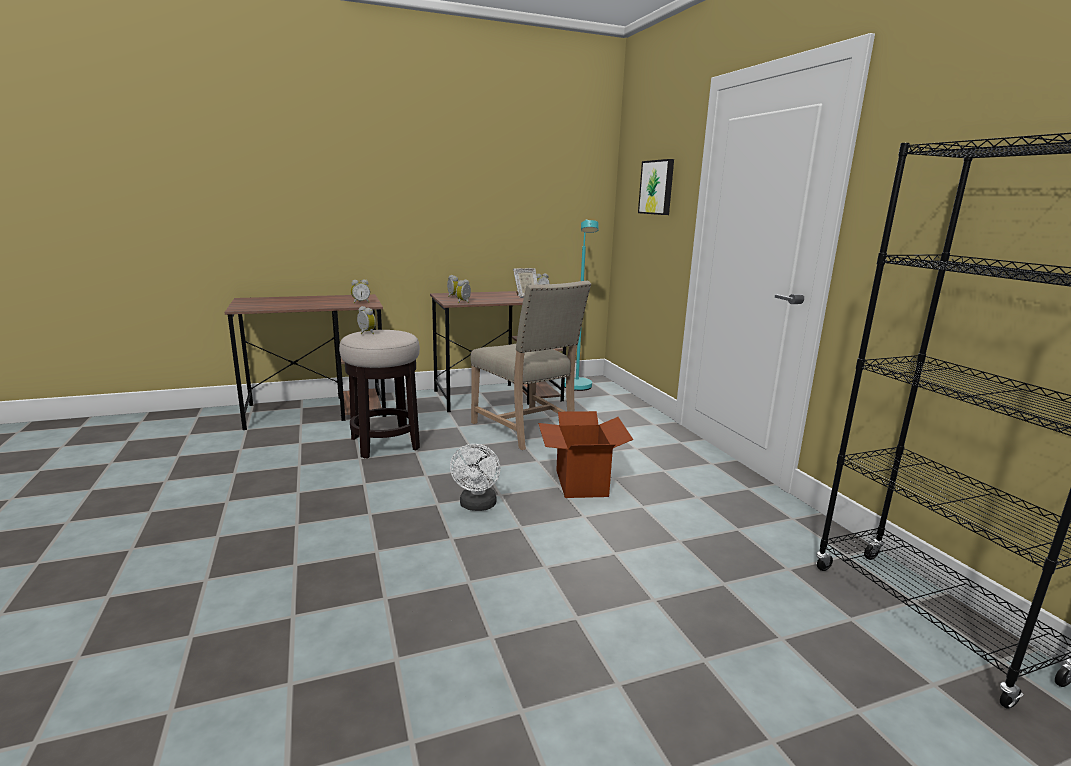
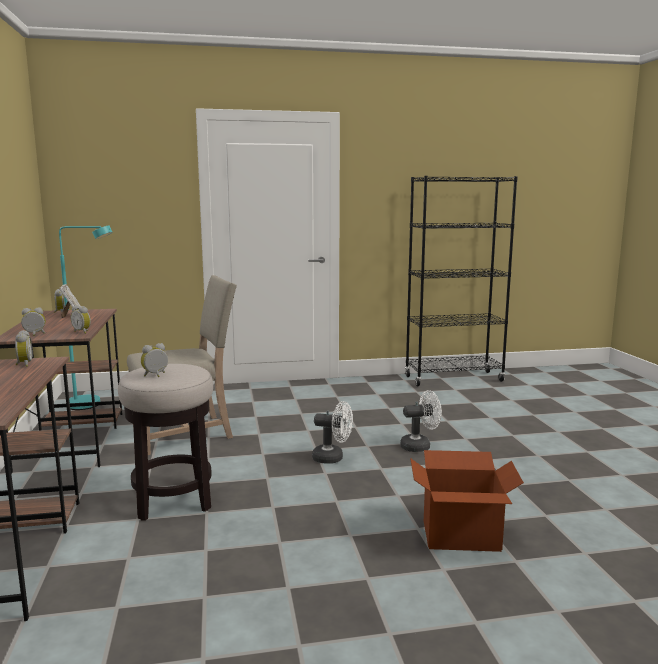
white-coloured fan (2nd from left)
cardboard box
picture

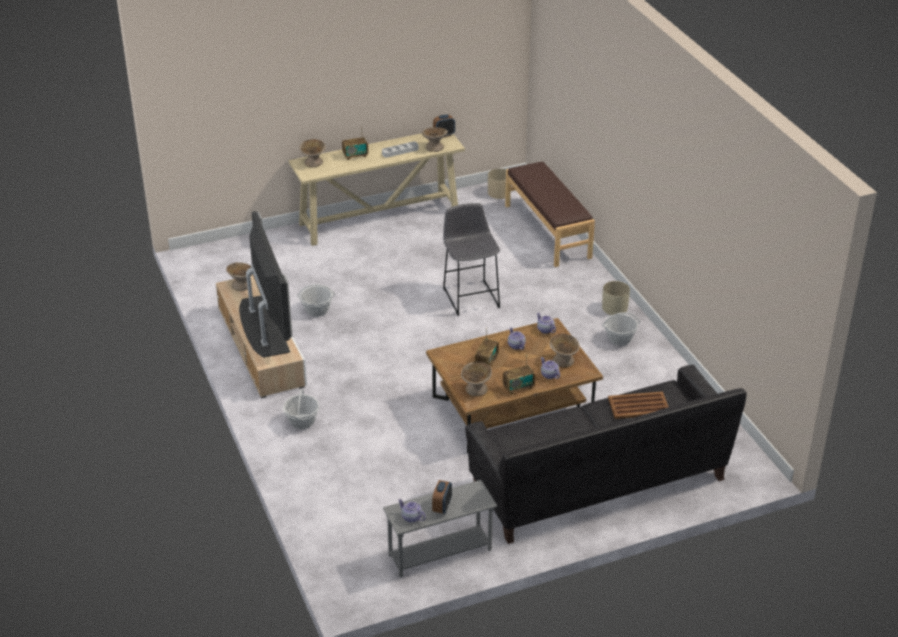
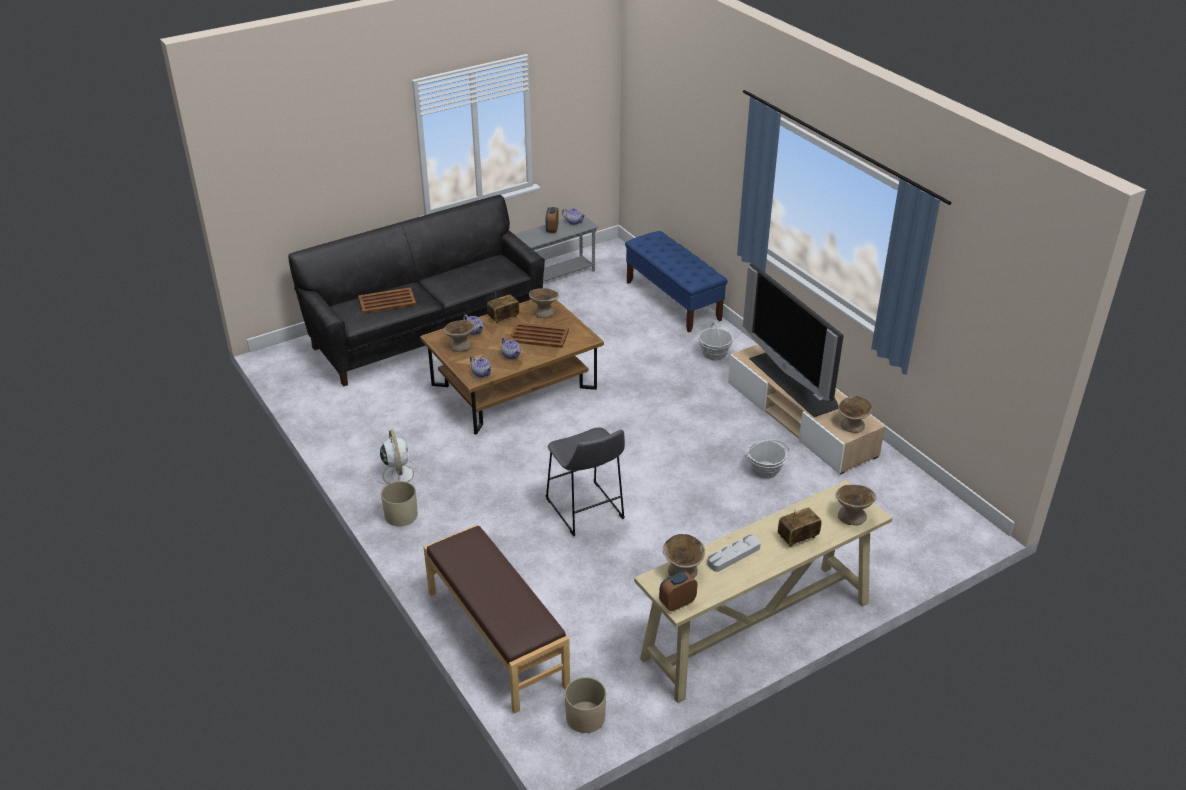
white-coloured fan
brown carrying tray (2nd from left)
blue long seat

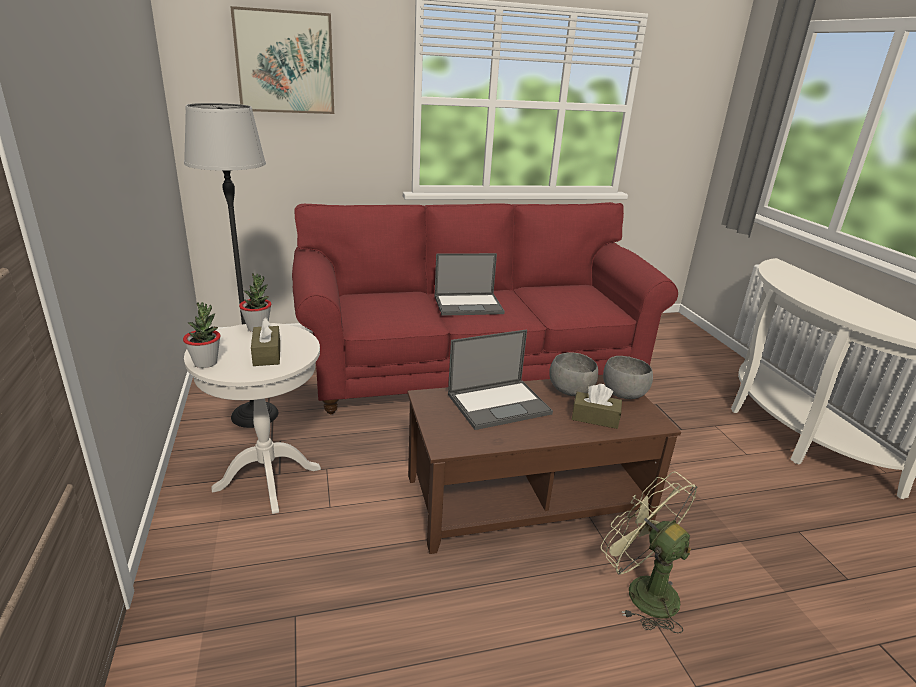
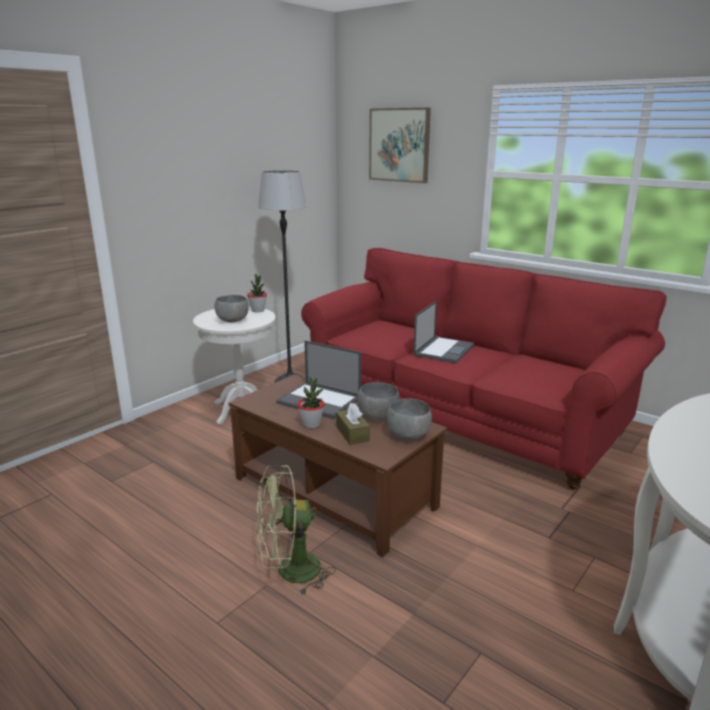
greyish serving bowl (1st from left)
greenish fan
houseplant (2nd from left)
notebook computer (2nd from left)

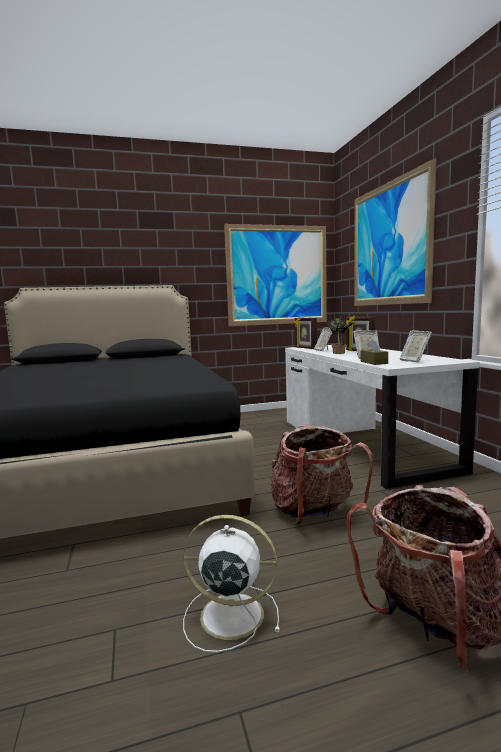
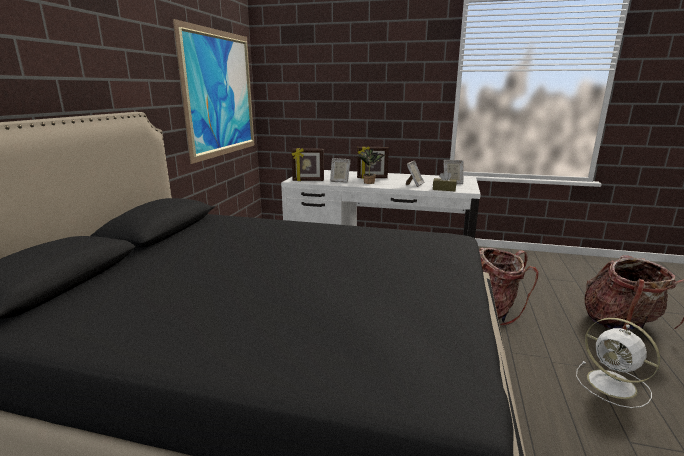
white-coloured fan
picture (2nd from left in the first image)

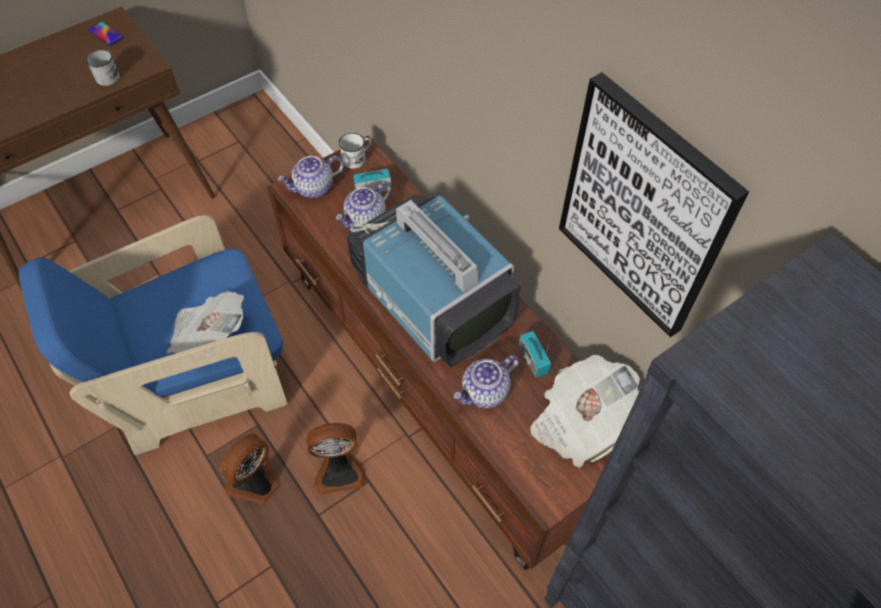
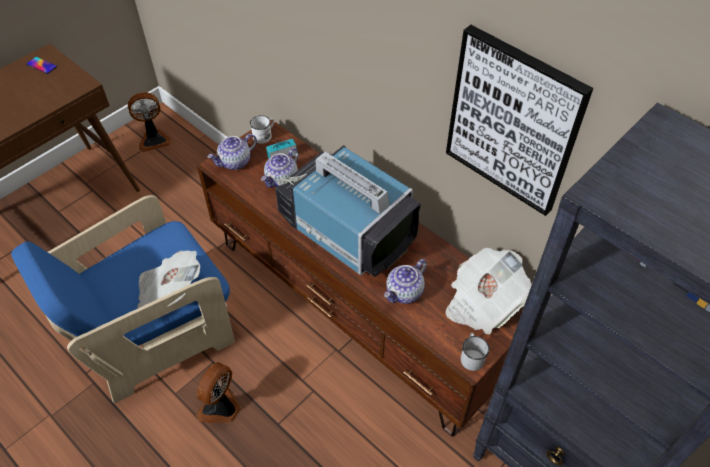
fan (1st from left)
white-coloured mug (2nd from left)
radio (2nd from left in the first image)

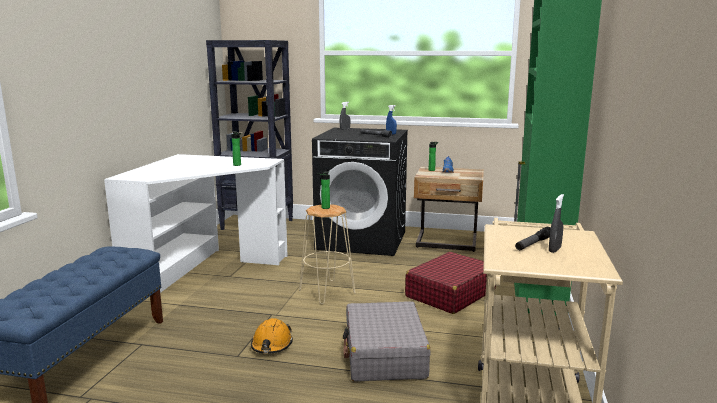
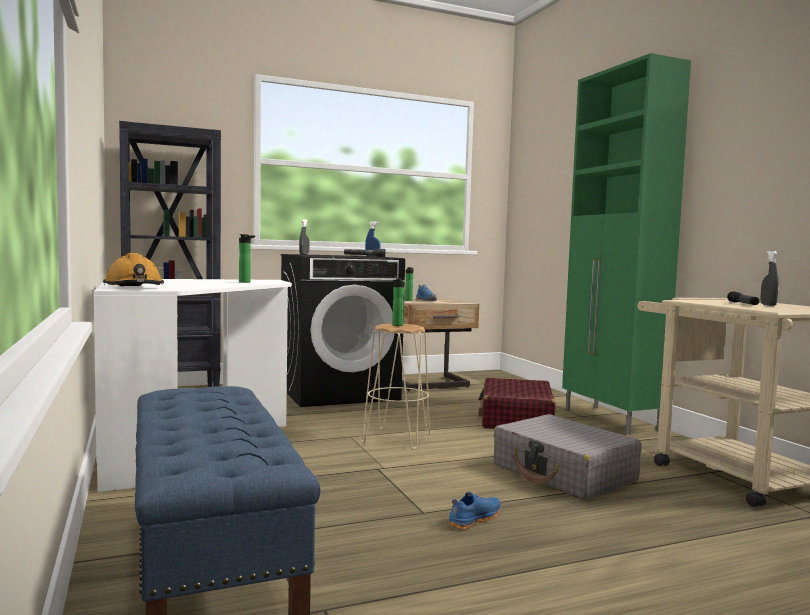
orangey work helmet
blue item of footwear (2nd from left)

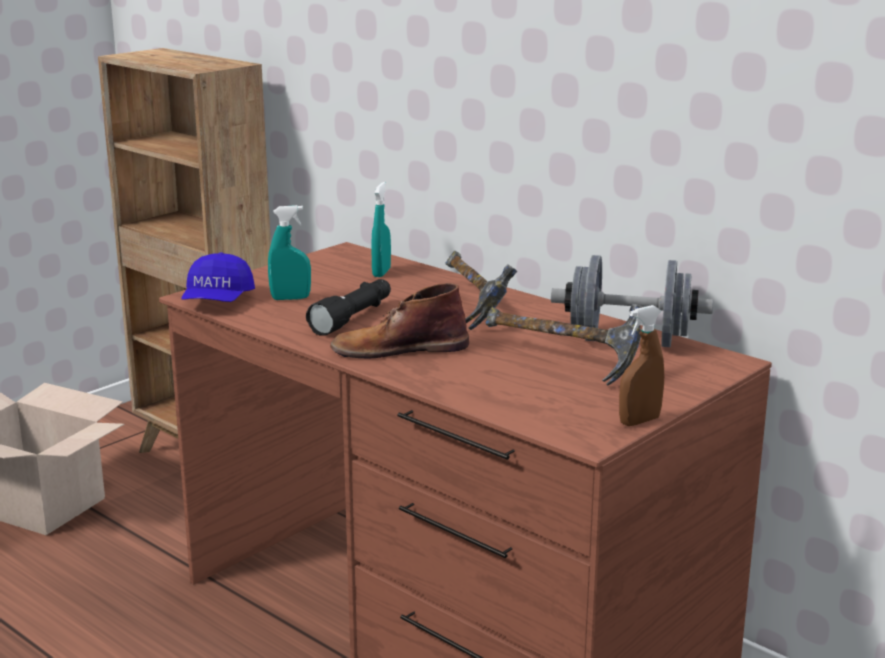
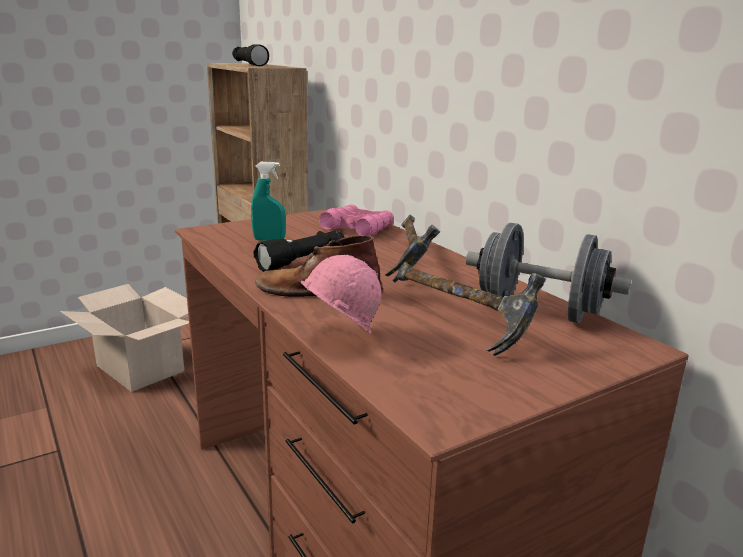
blackish hand torch (1st from left)
pink-coloured work helmet
pink-coloured binoculars
blue cap
brown spray bottle

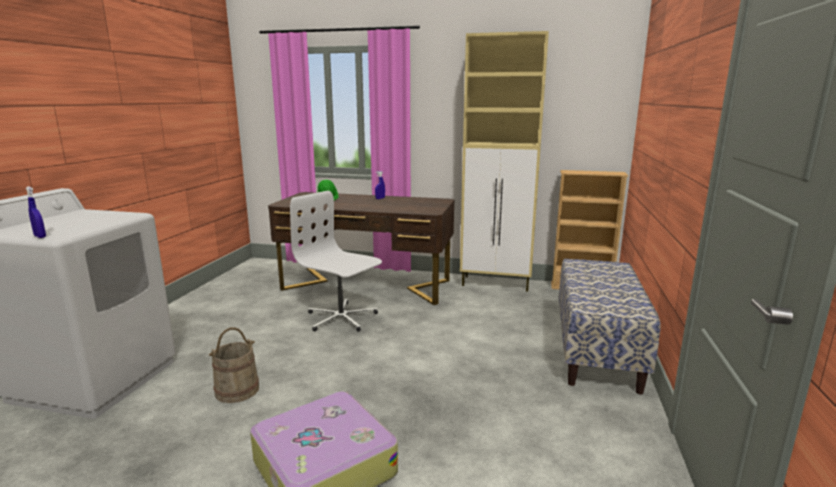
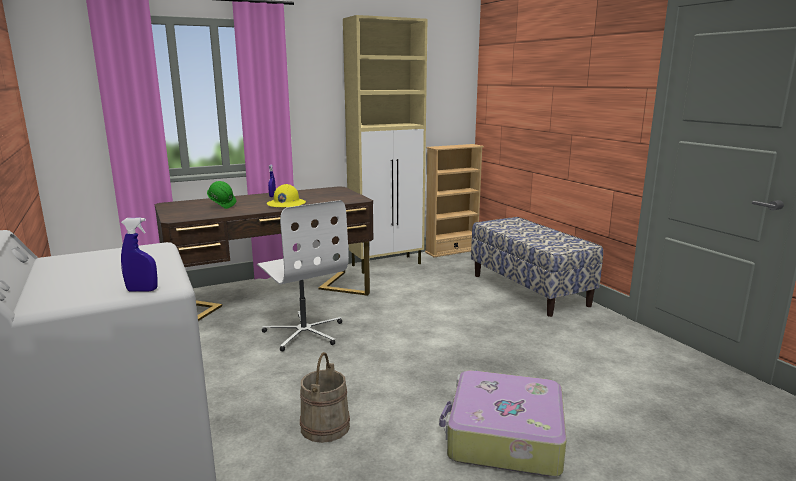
white-coloured office chair
yellow work helmet

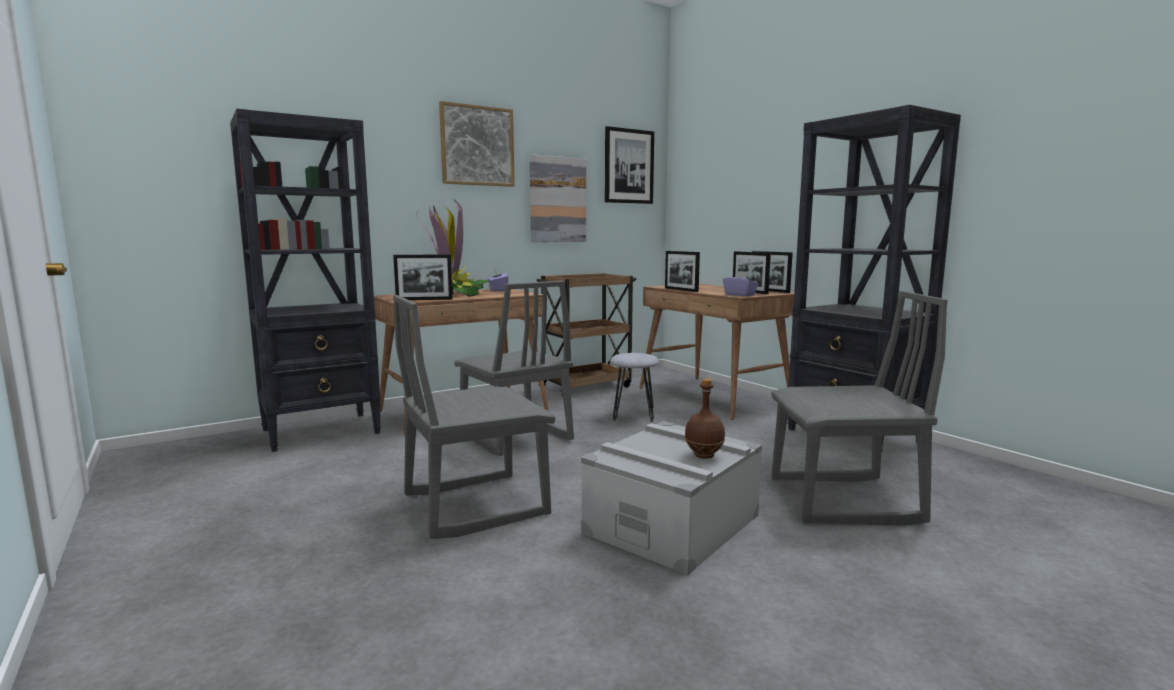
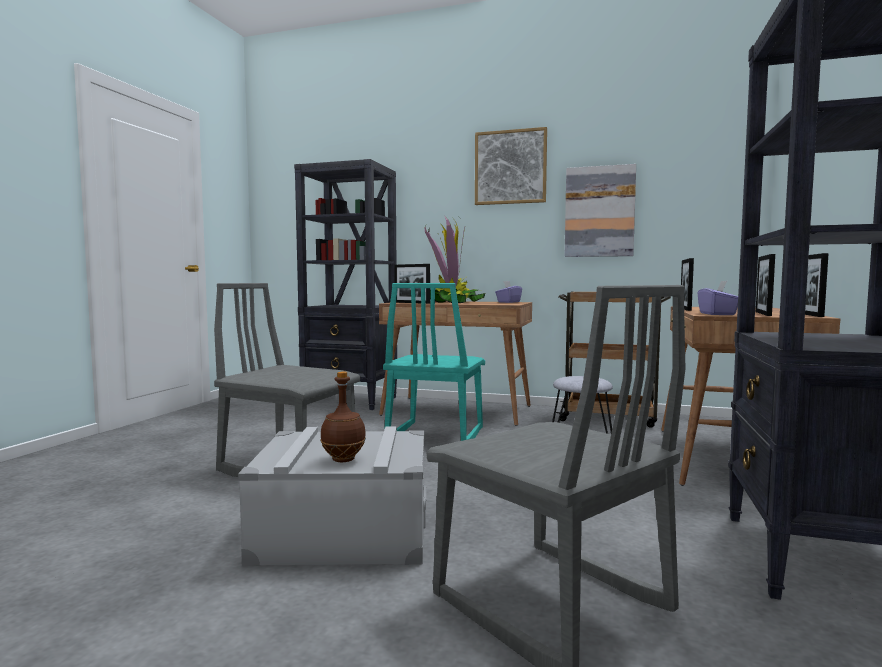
turquoise-coloured plain chair
picture (3rd from left in the first image)

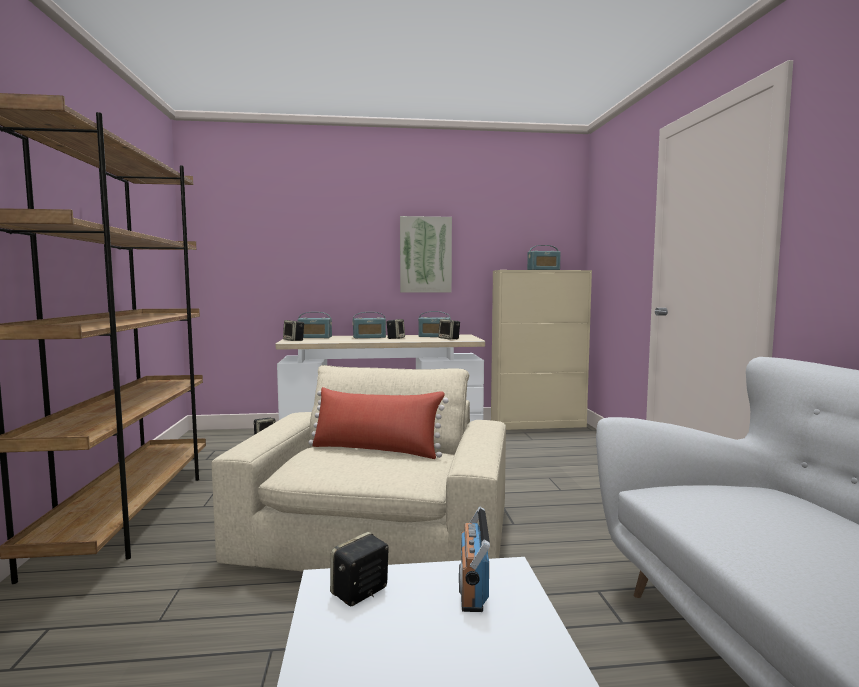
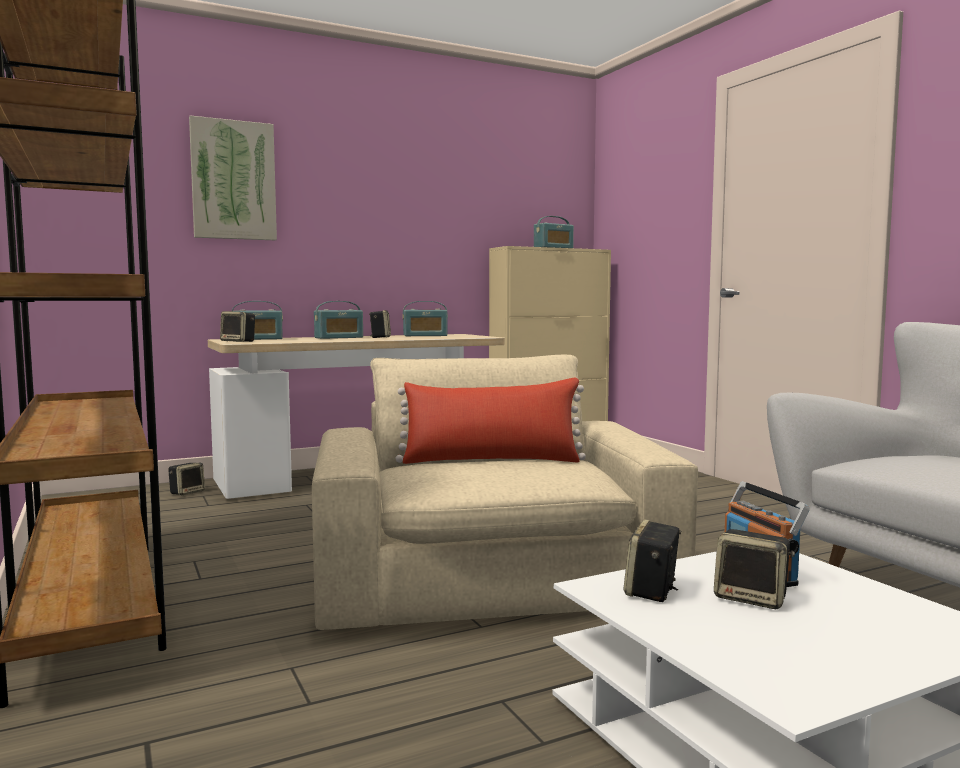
picture
audio speaker (5th from left)

